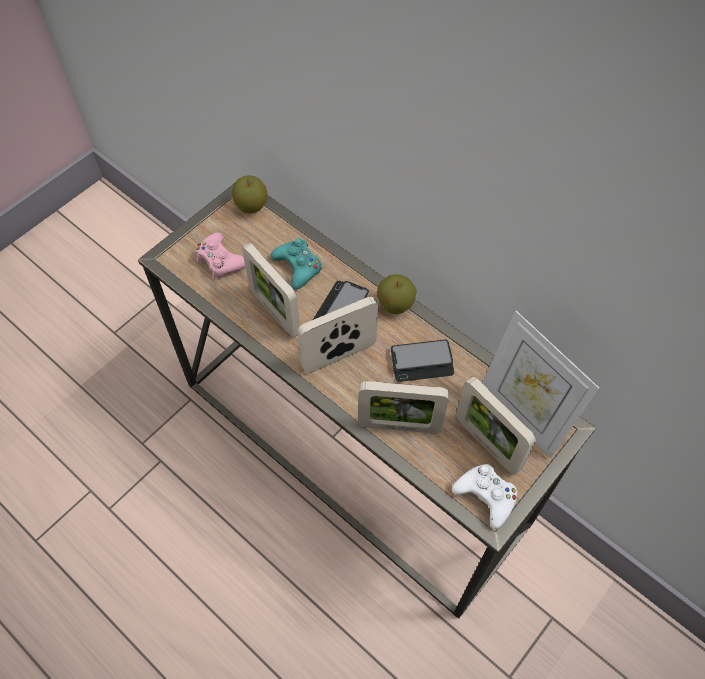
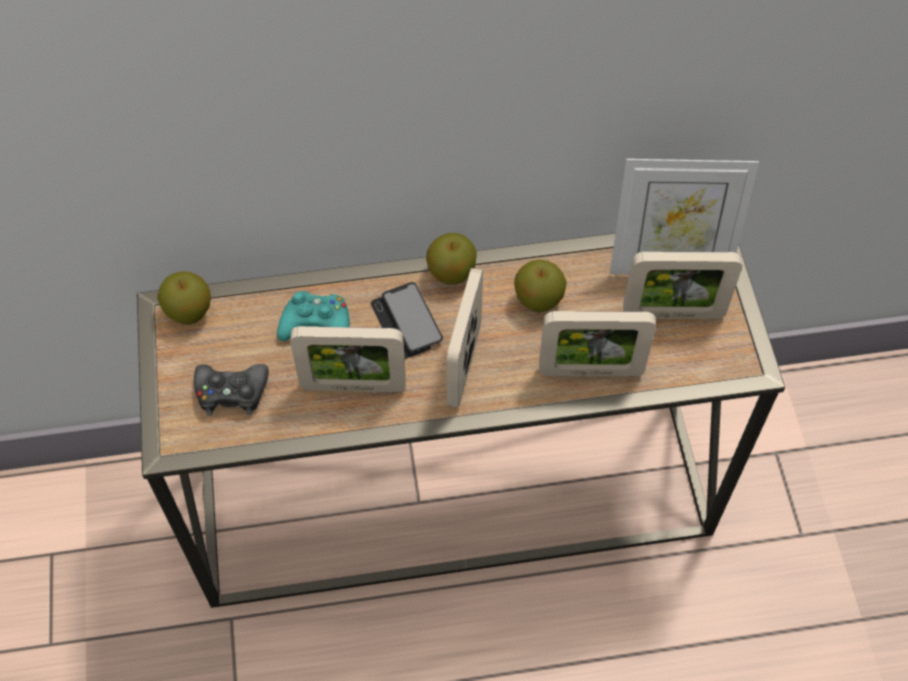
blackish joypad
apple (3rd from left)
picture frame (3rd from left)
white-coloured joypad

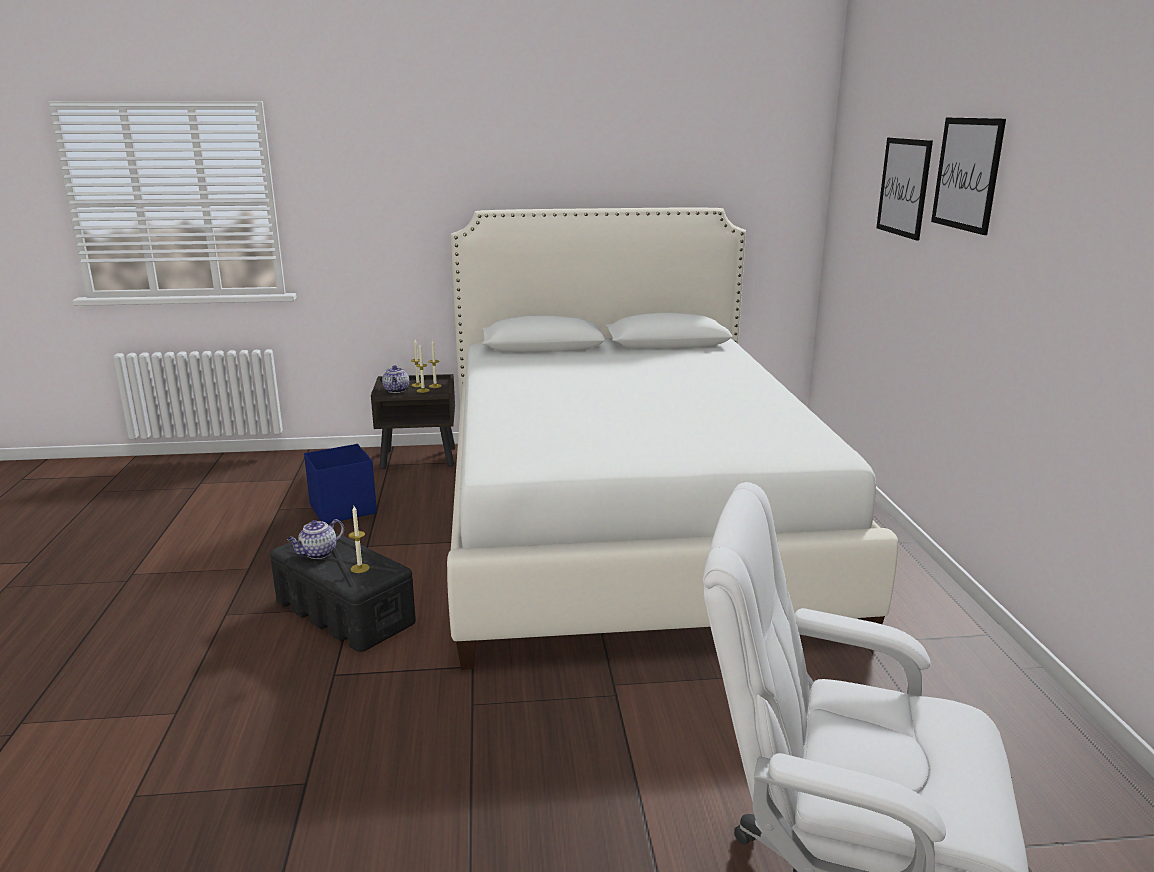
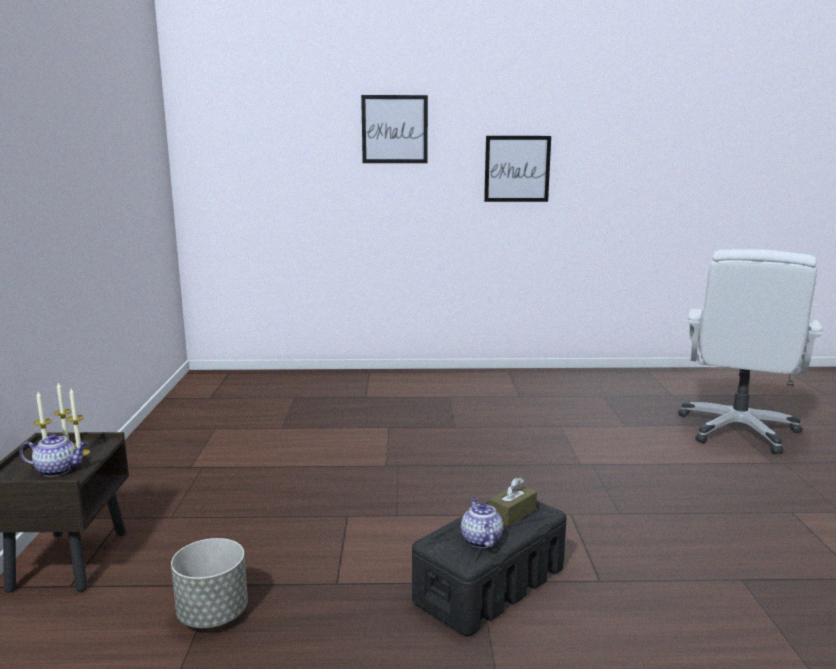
greyish planter
pot for tea (2nd from left)
picture (2nd from left)
brown box of tissues
white-coloured sleeping bed

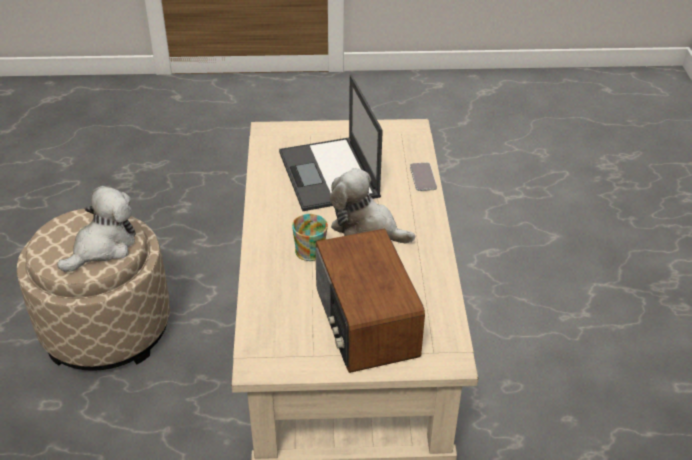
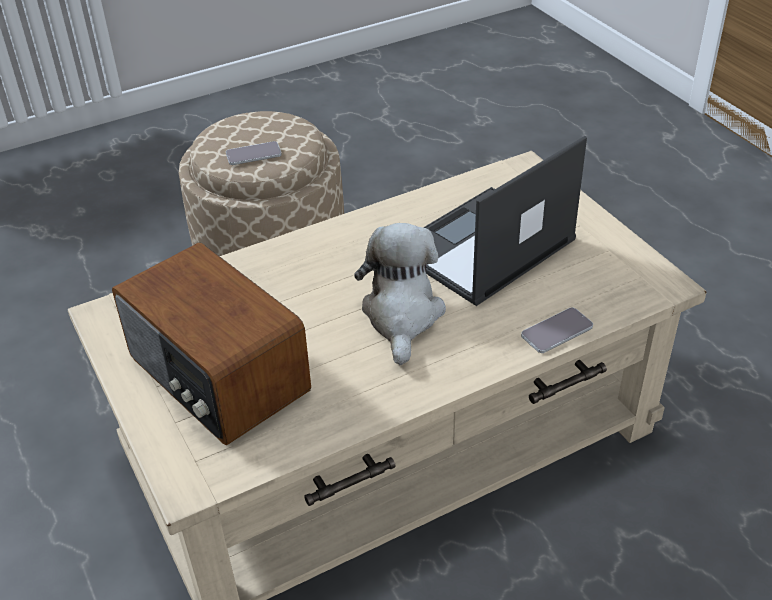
radio
telephone (1st from left)
mug

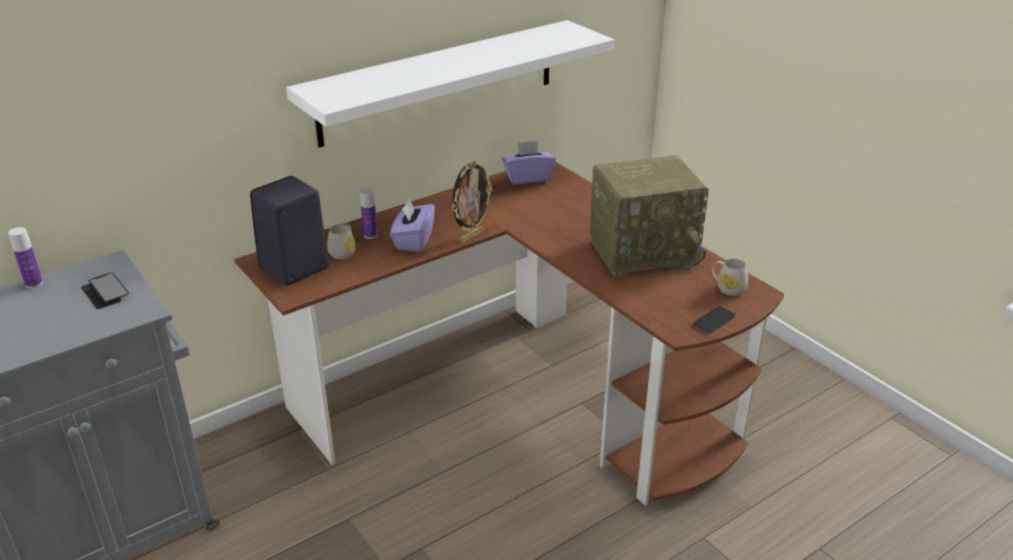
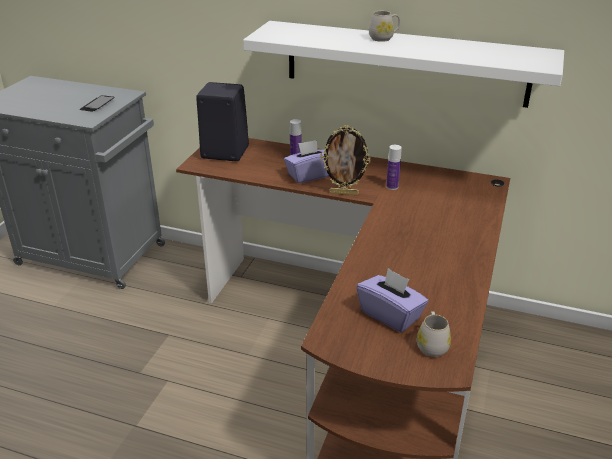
purplish box of tissues (2nd from left)
white-coloured mug (1st from left)
bottle (2nd from left)
radio
telephone (2nd from left in the first image)

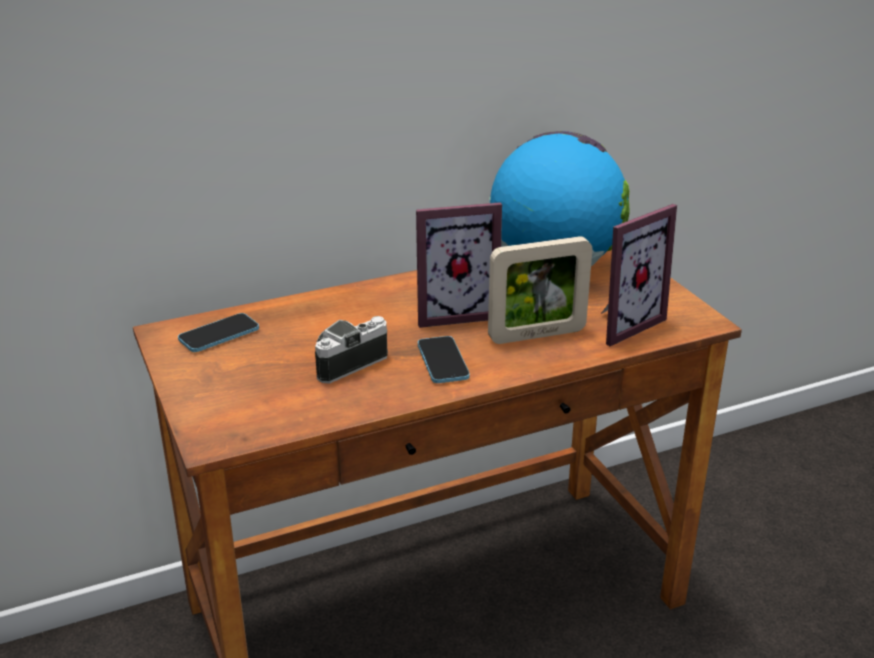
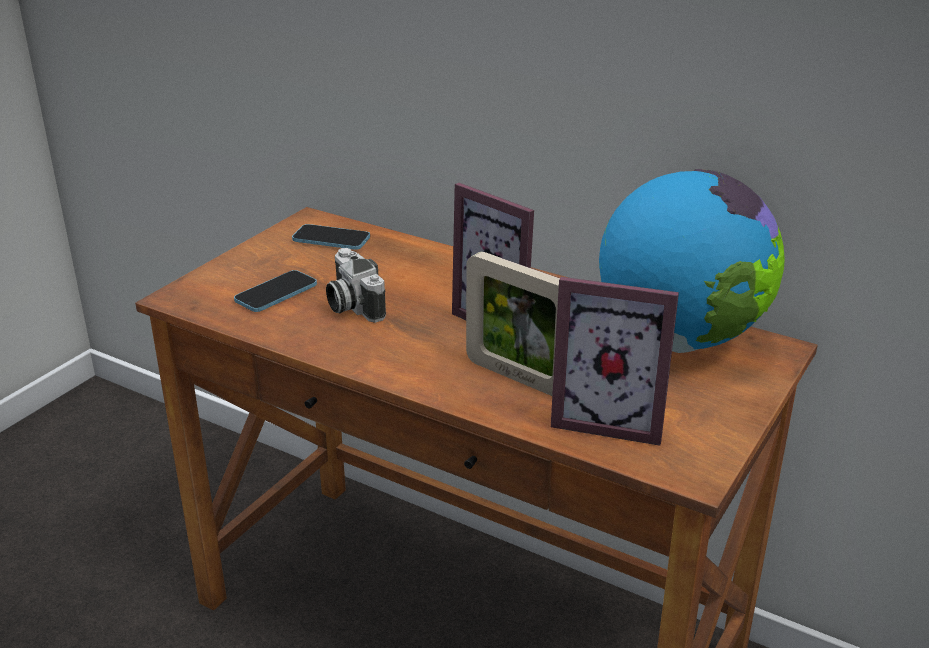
telephone (1st from left)
photo camera

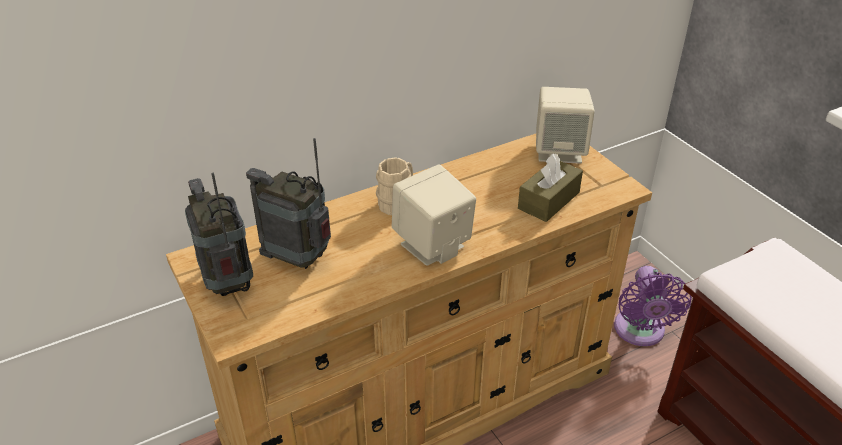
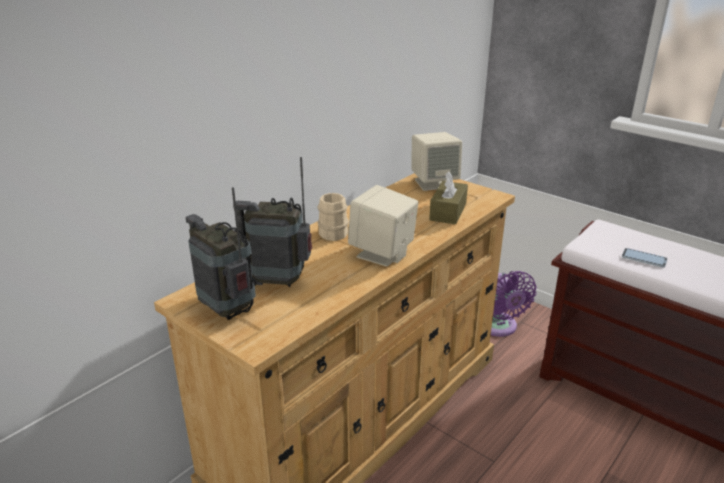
telephone

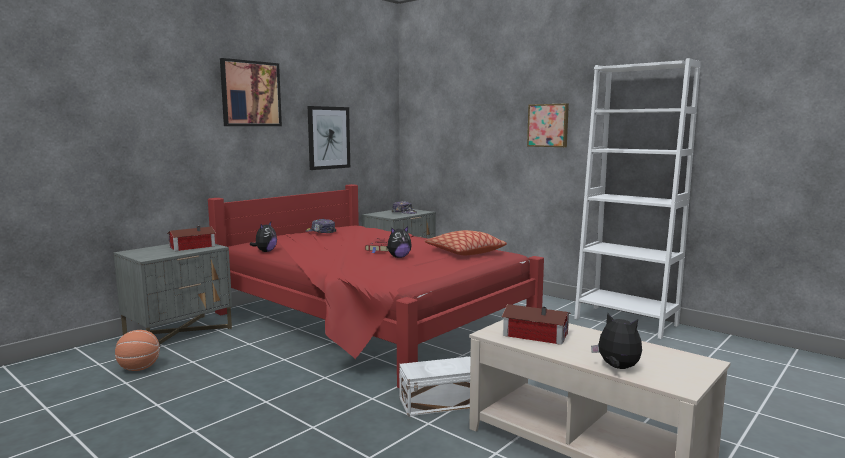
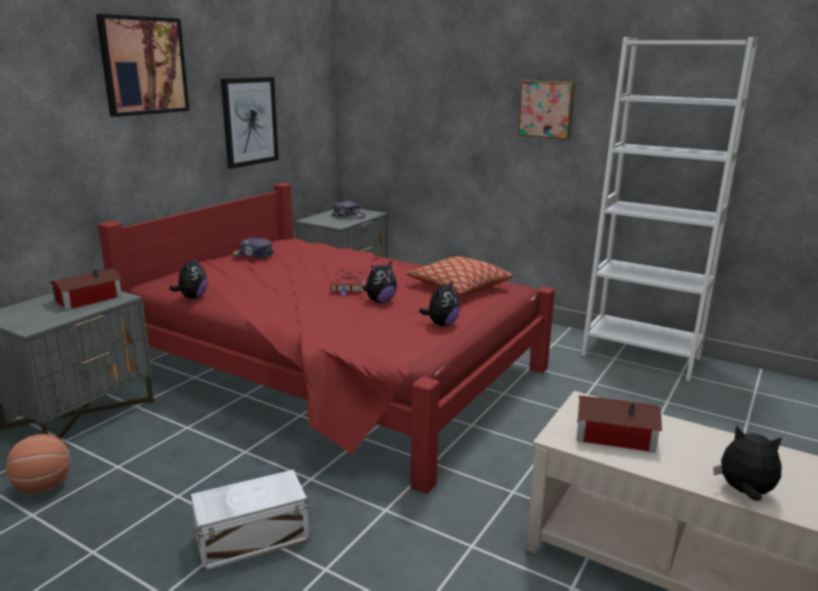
white-coloured storage container
soft toy (3rd from left)

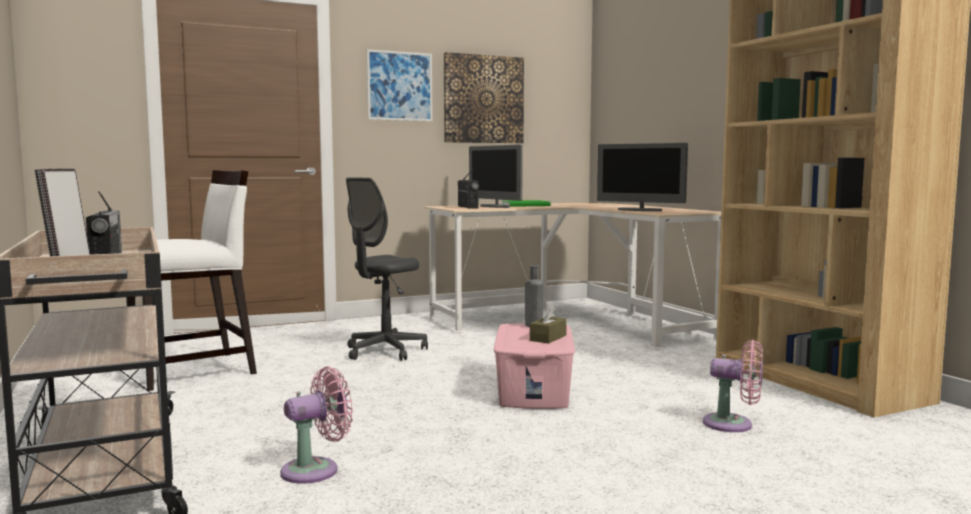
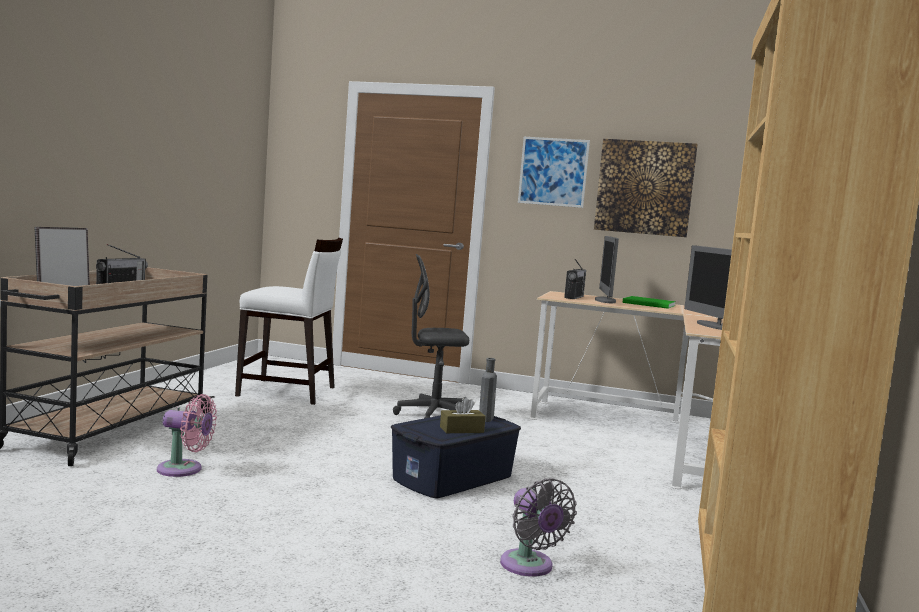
blue storage container
greyish fan

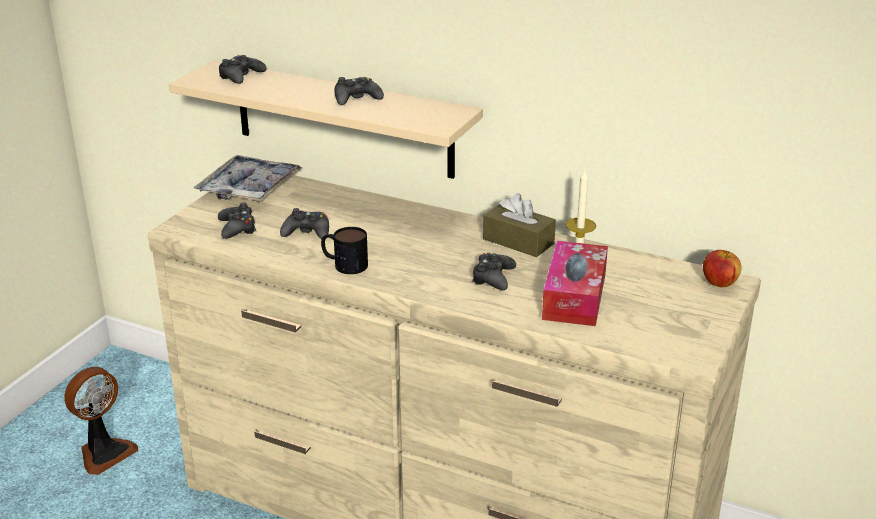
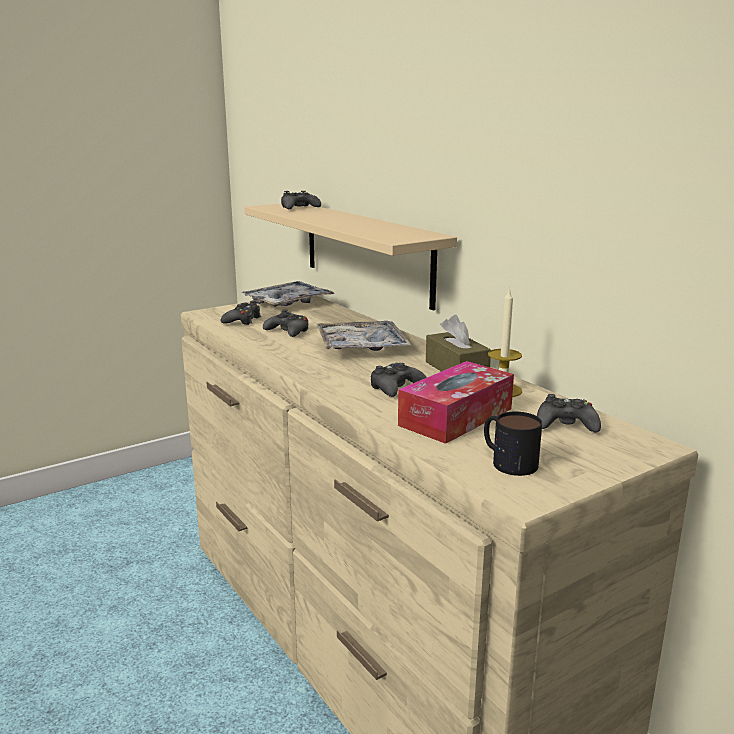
carrying tray (2nd from left)
mug
blackish joypad (5th from left)
fan
apple

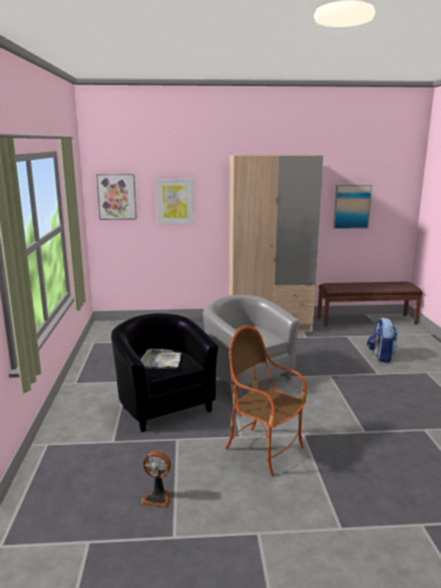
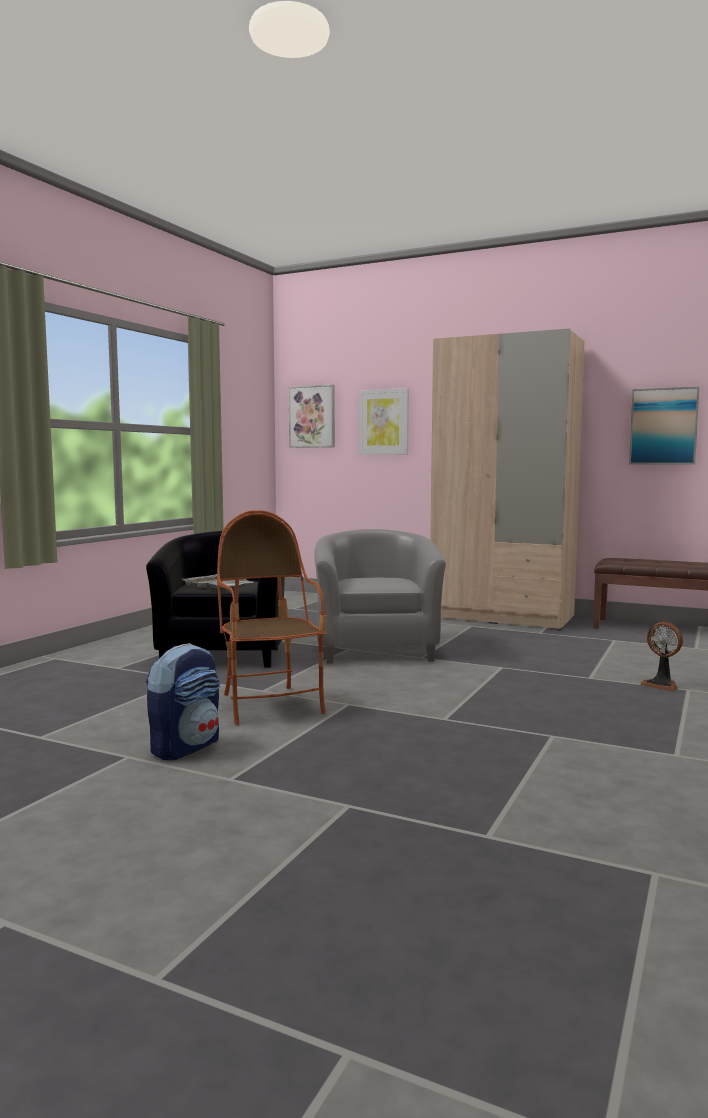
rucksack
fan

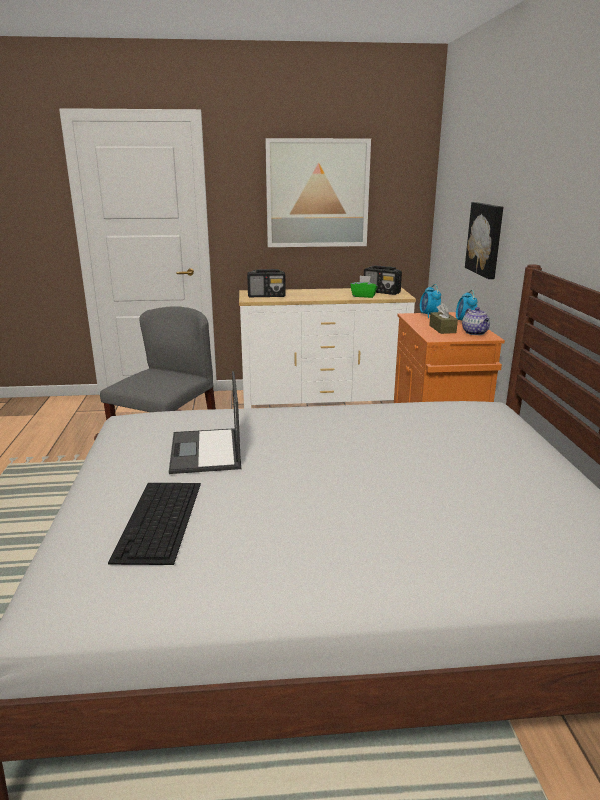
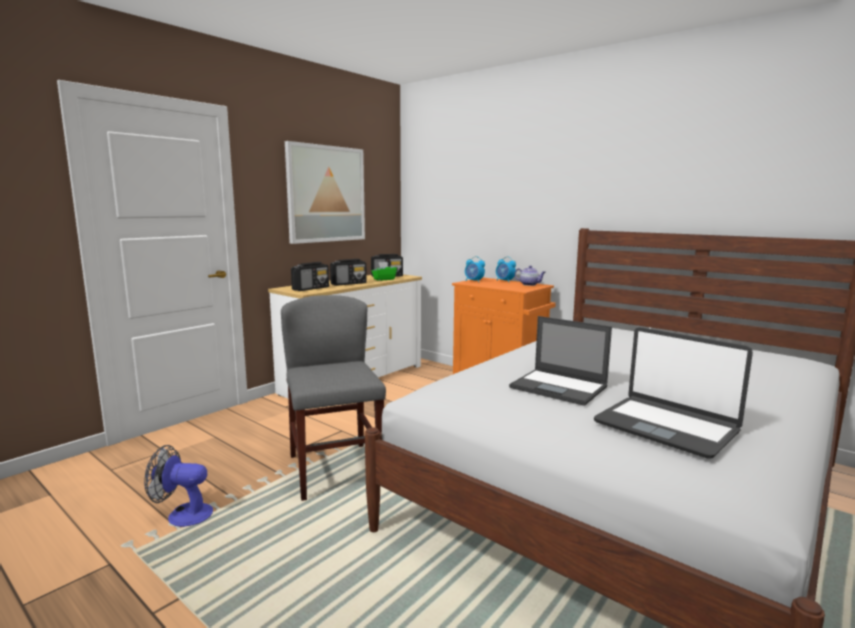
fan
radio (2nd from left)
notebook computer (2nd from left)
brown box of tissues
picture (2nd from left in the first image)

